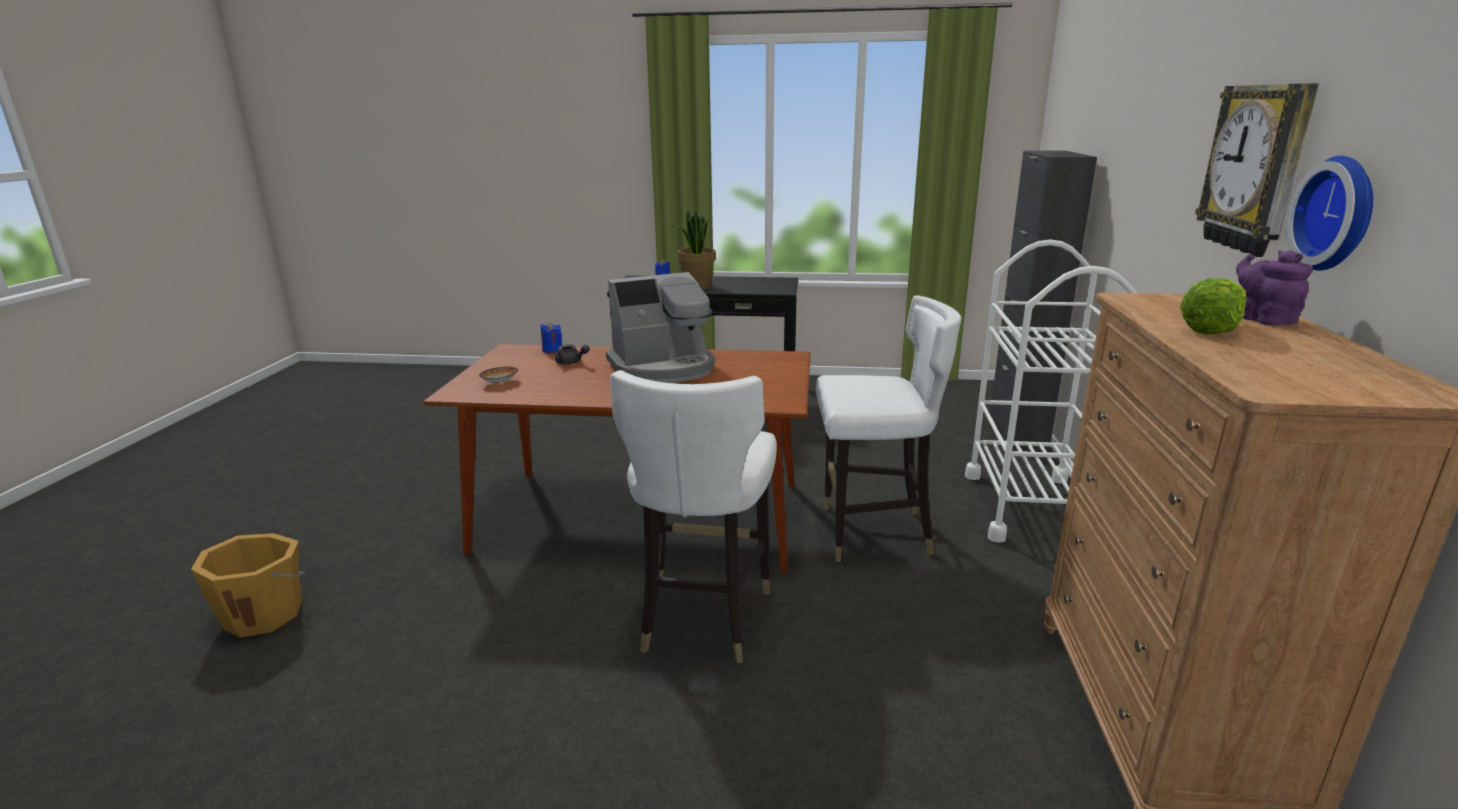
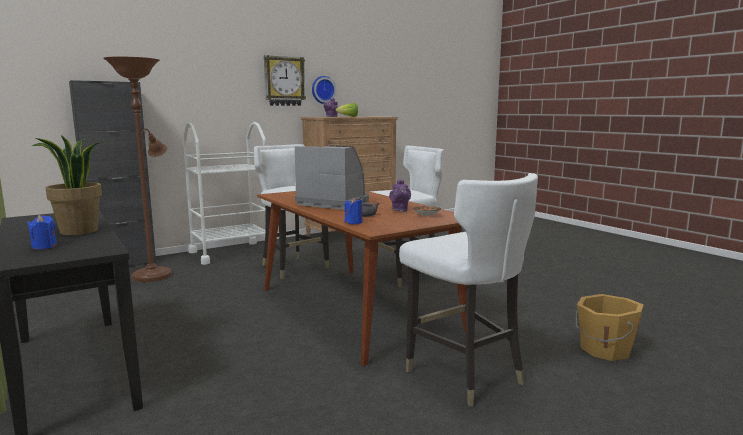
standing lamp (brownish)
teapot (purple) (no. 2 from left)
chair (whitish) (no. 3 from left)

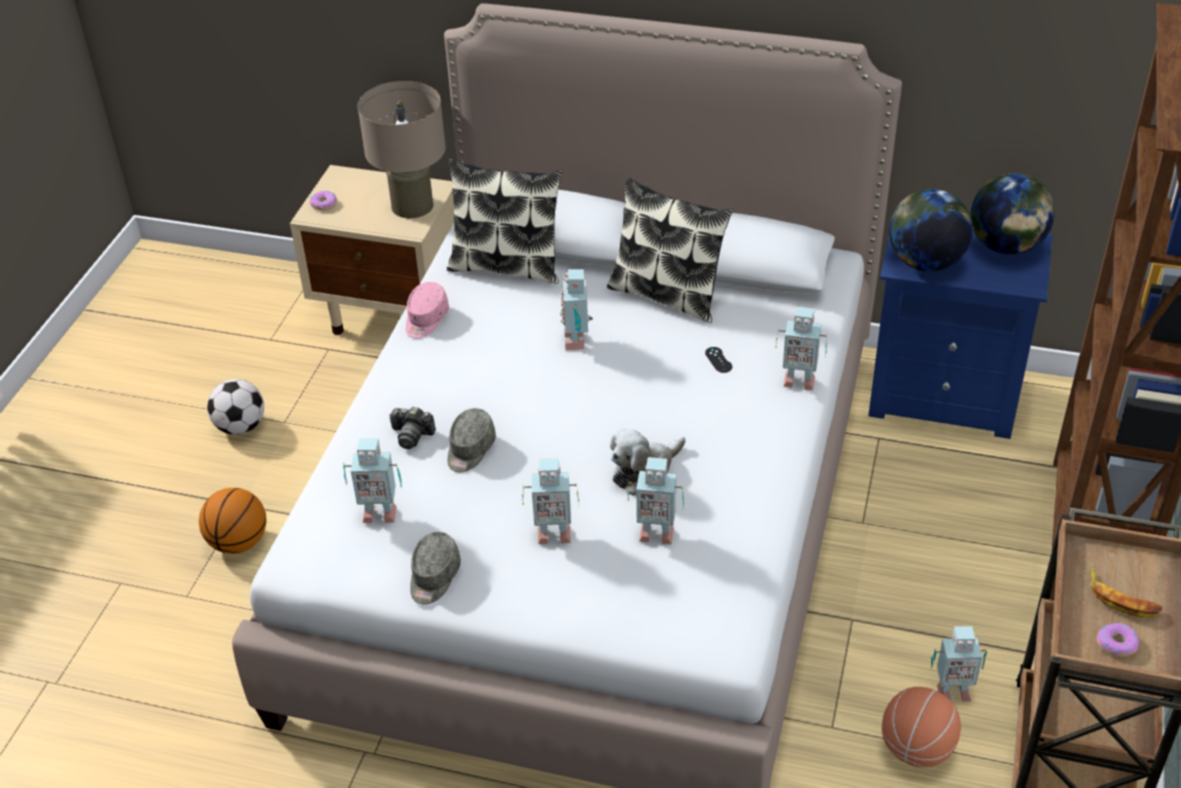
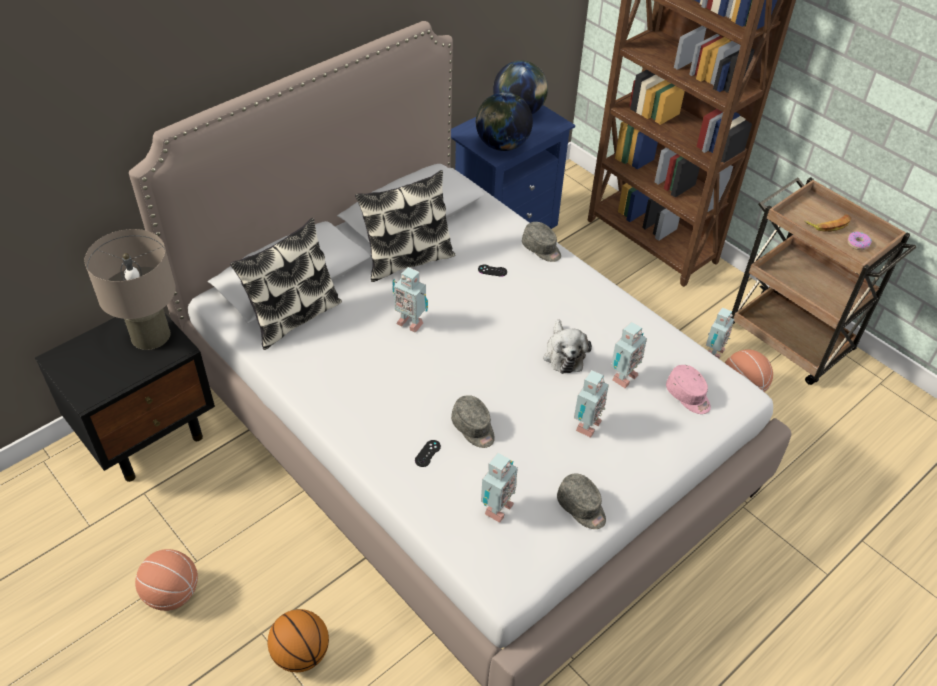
ring doughnut (no. 1 from left in the first image)
peaked cap (pinkish)
ball for basketball (no. 1 from left)
gamepad (blackish) (no. 1 from left)
peaked cap (greyish) (no. 2 from left)
night table (blackish)

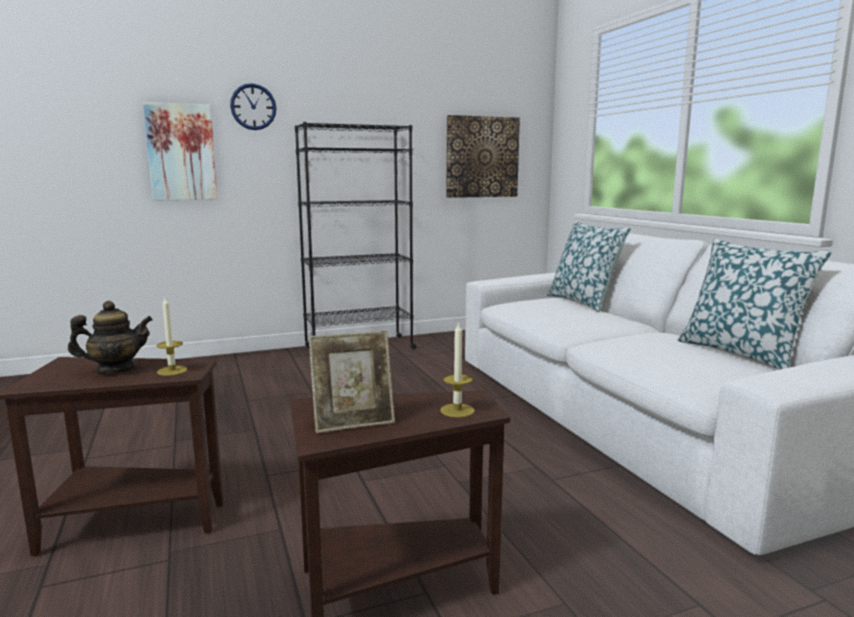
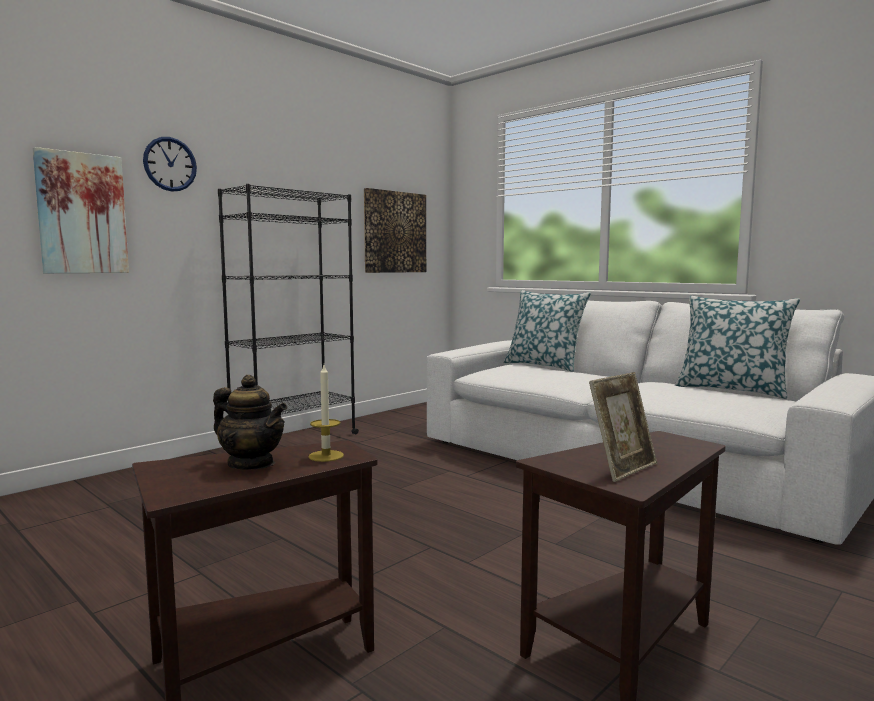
candle (no. 2 from left in the first image)
teapot

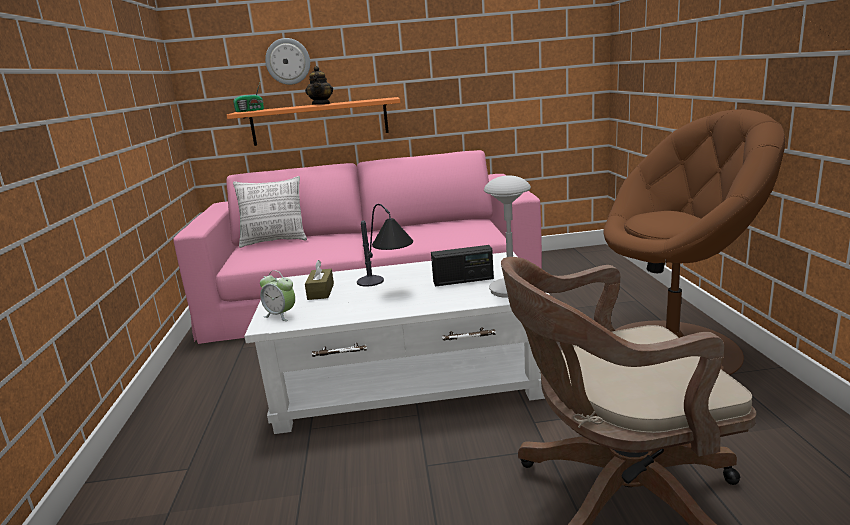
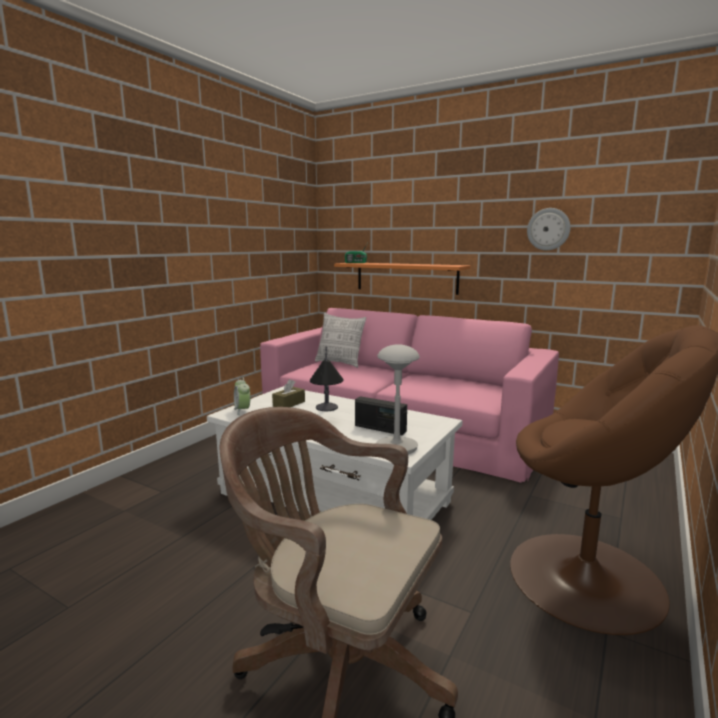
teapot
wall clock

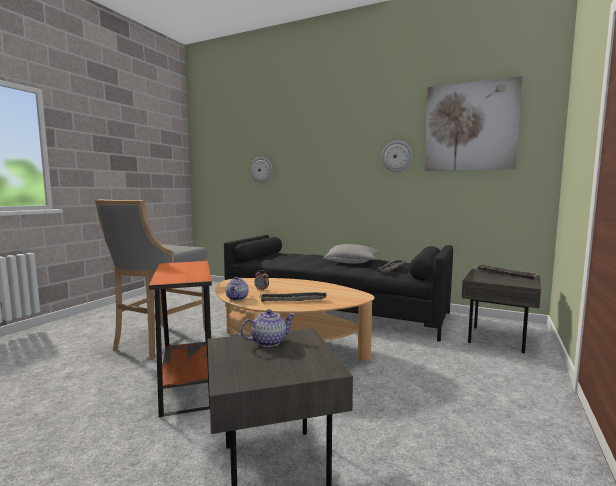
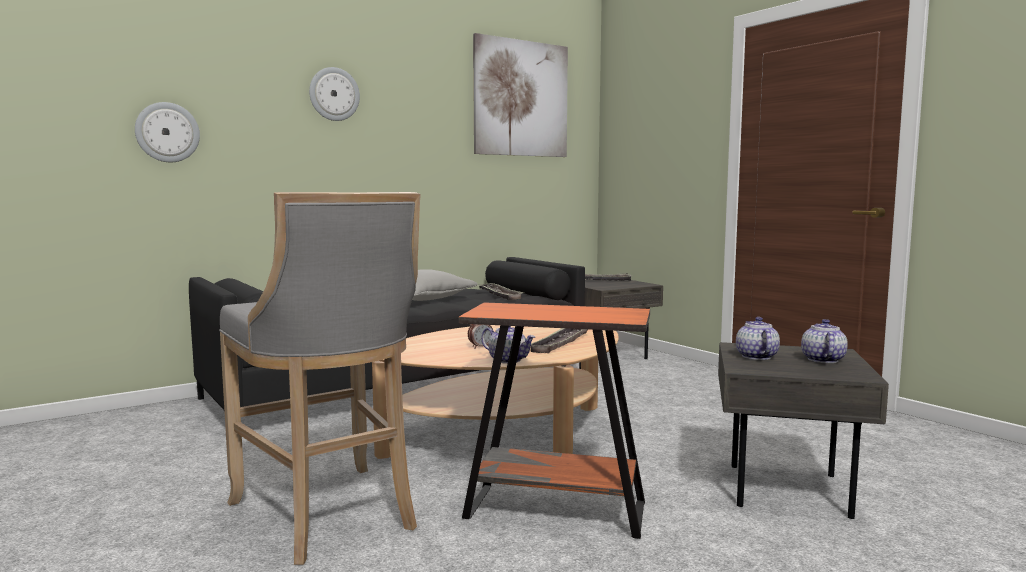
teapot (no. 3 from left)
wall clock (no. 2 from left)

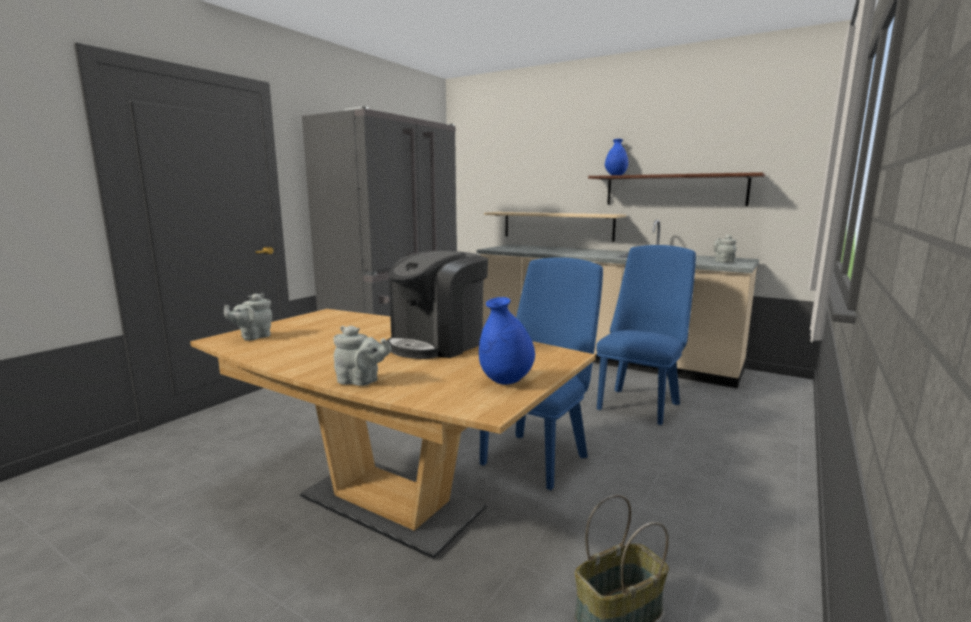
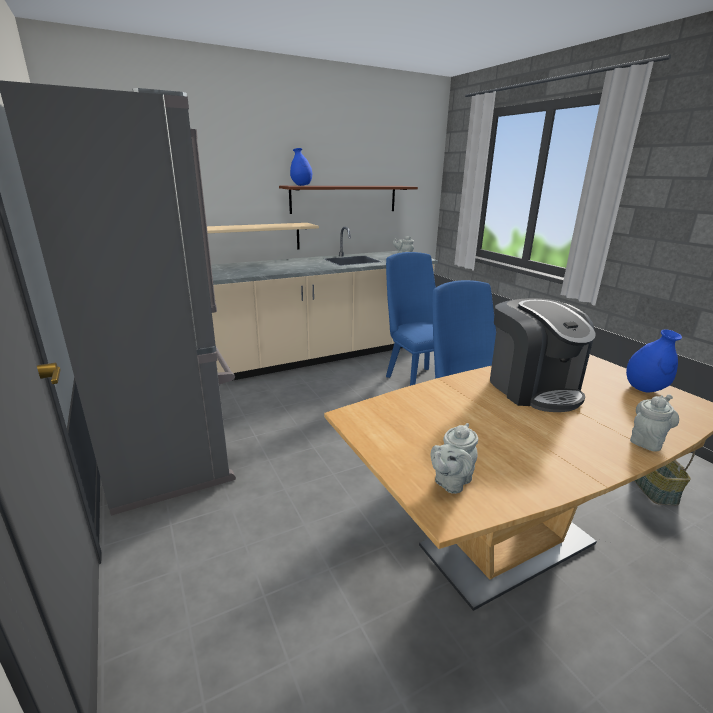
teapot (greyish) (no. 2 from left)

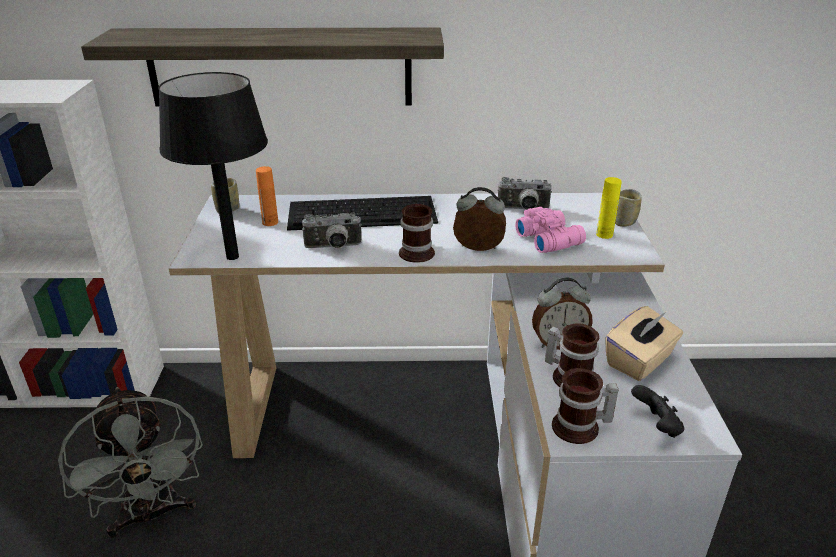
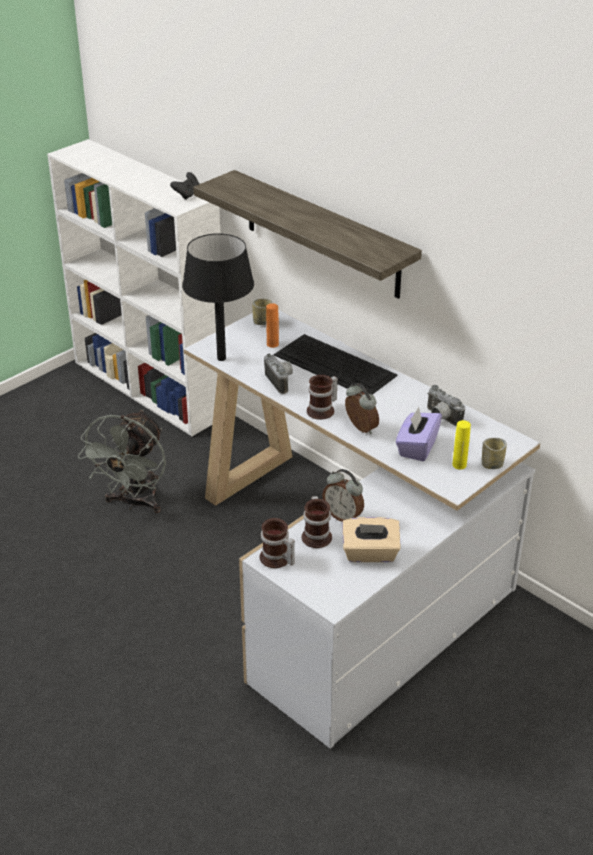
gamepad (blackish)
tissue holder (purple)
still camera (no. 1 from left)

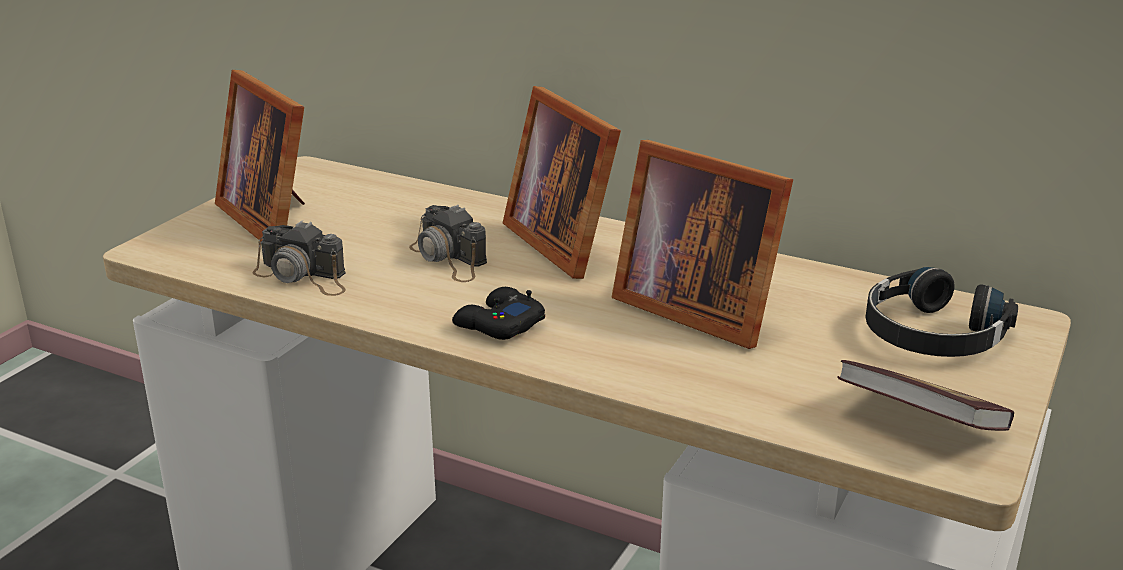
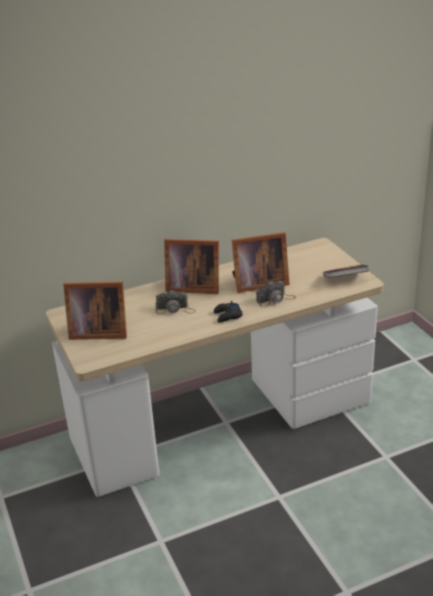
headphones (blackish)
still camera (no. 2 from left)

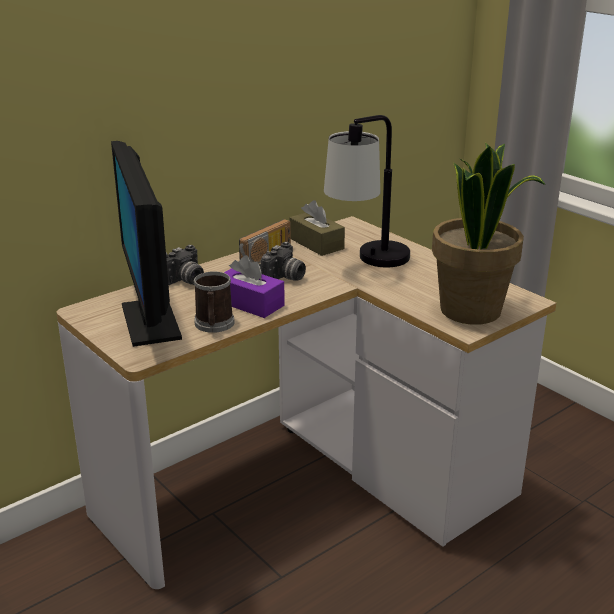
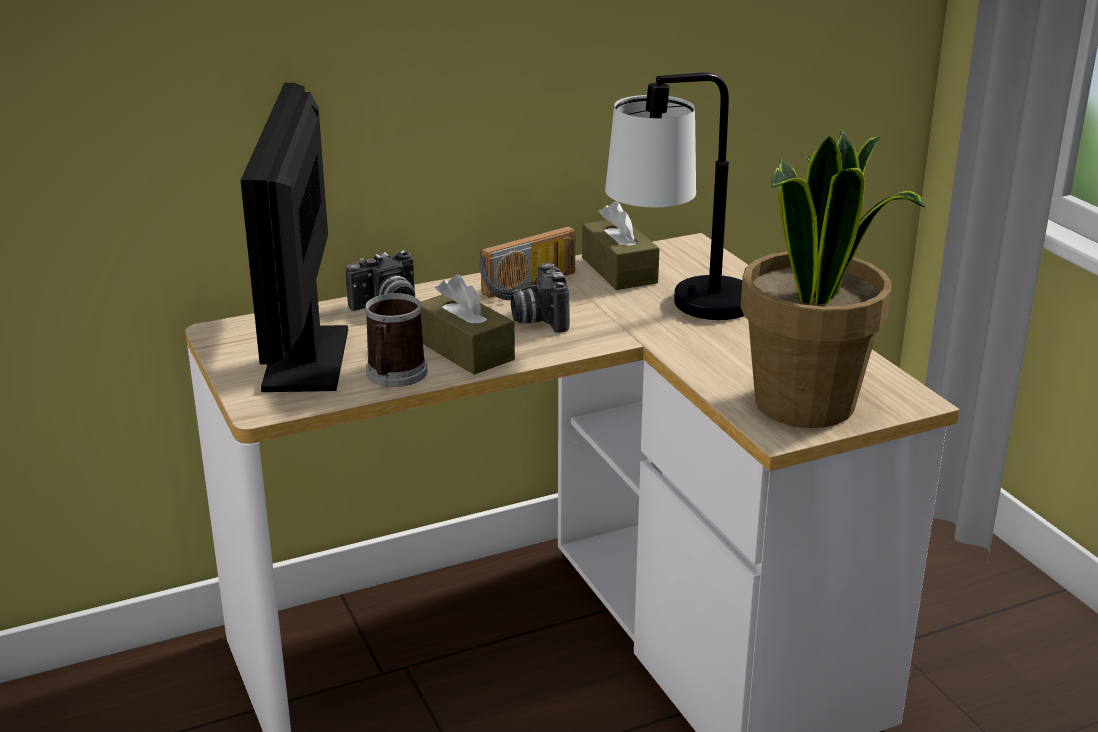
tissue holder (brownish) (no. 1 from left)
still camera (no. 2 from left)

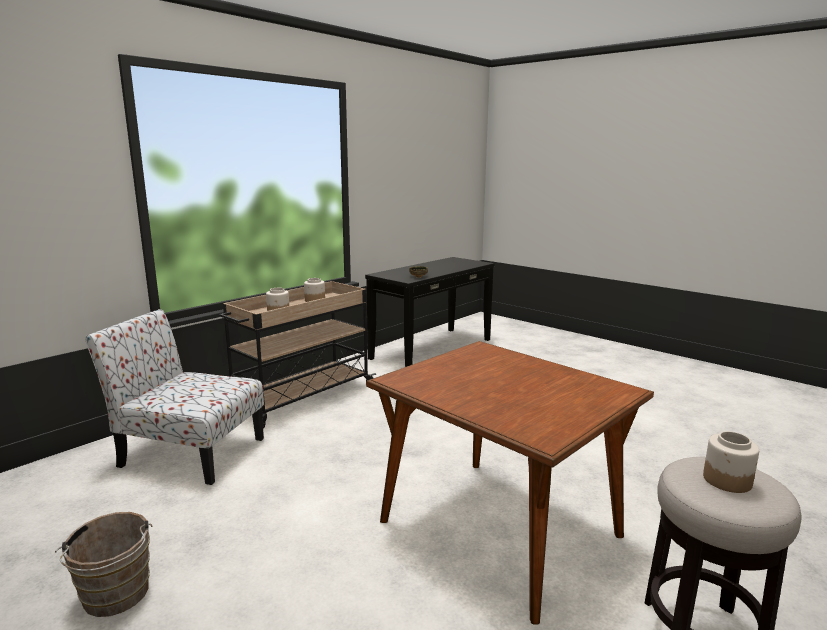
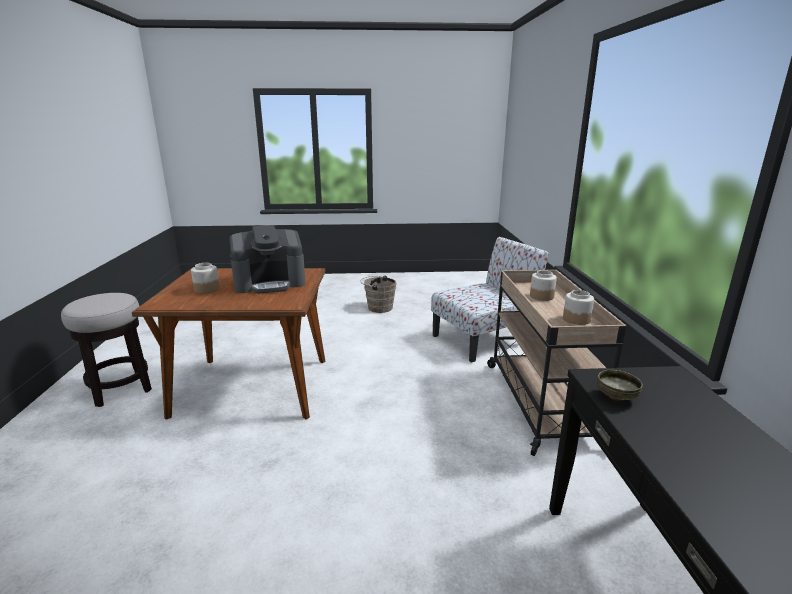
coffee brewer
jar (no. 1 from left)

